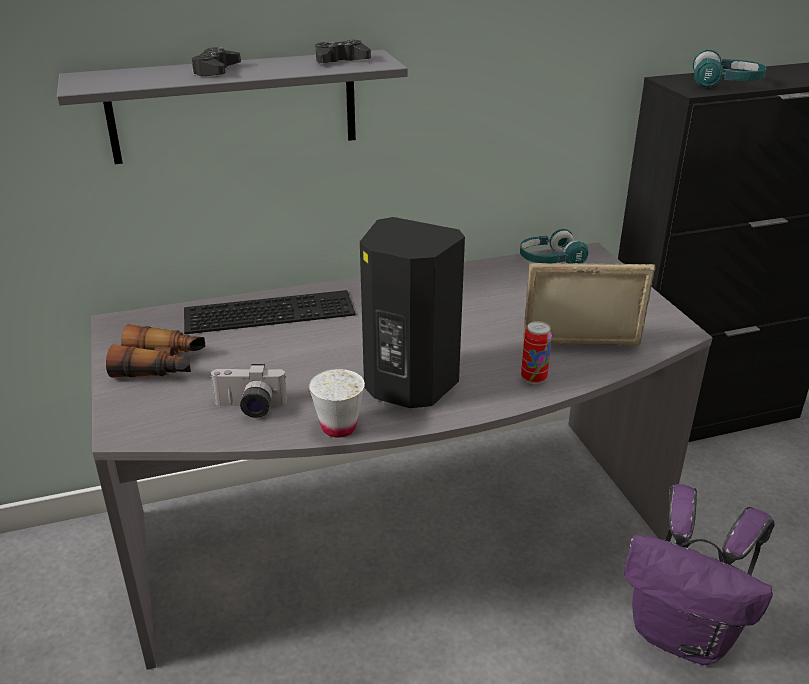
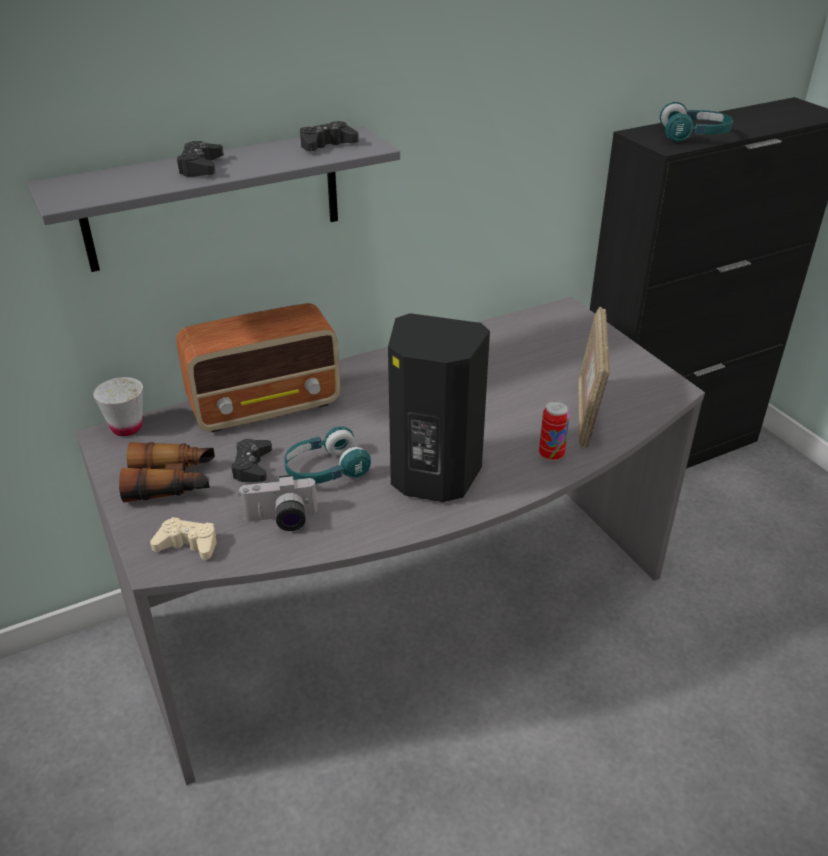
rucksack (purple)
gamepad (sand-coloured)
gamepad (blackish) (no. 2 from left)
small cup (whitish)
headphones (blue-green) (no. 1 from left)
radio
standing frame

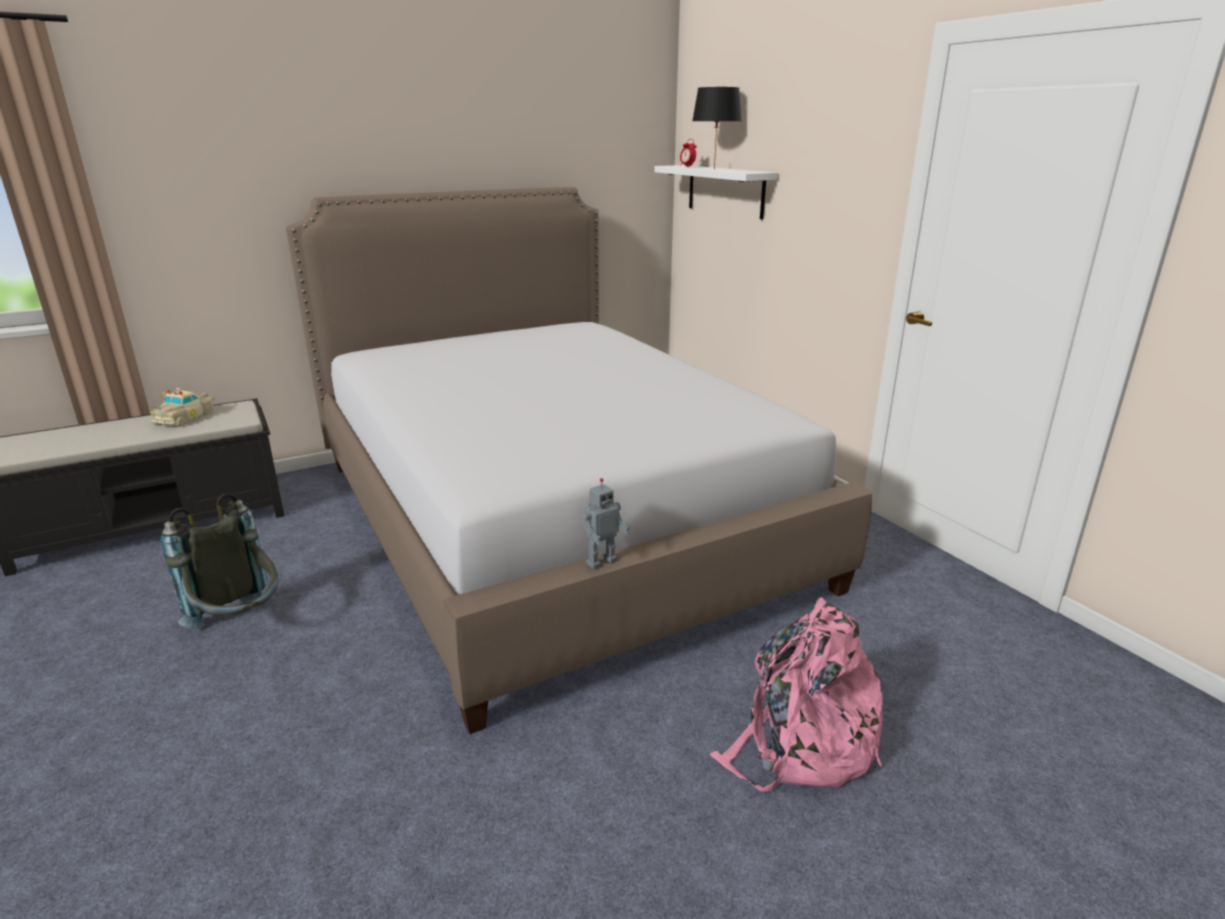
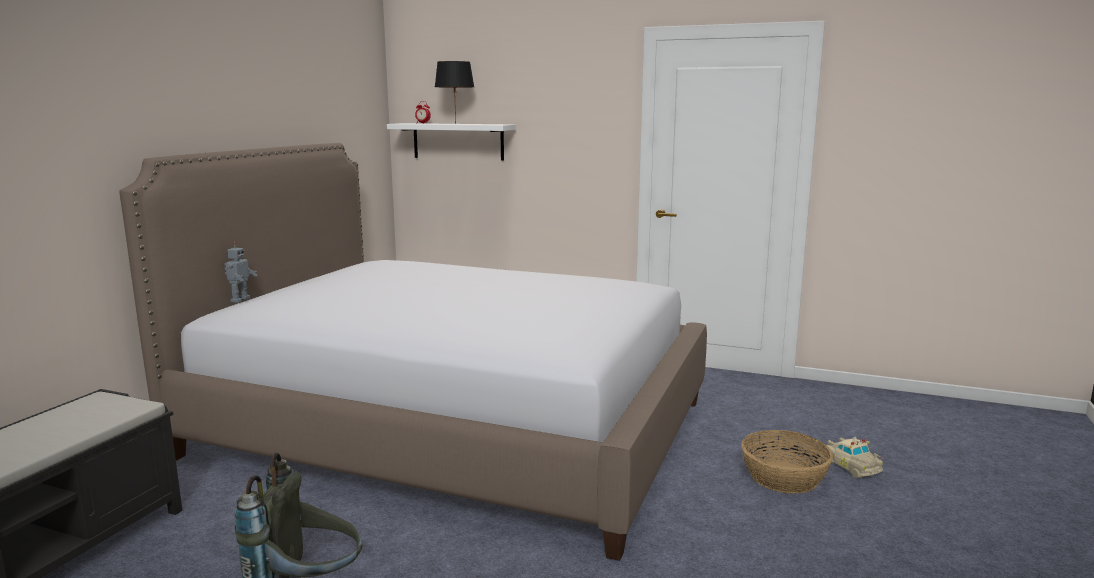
miniature car (sand-coloured)
robot figure
household basket

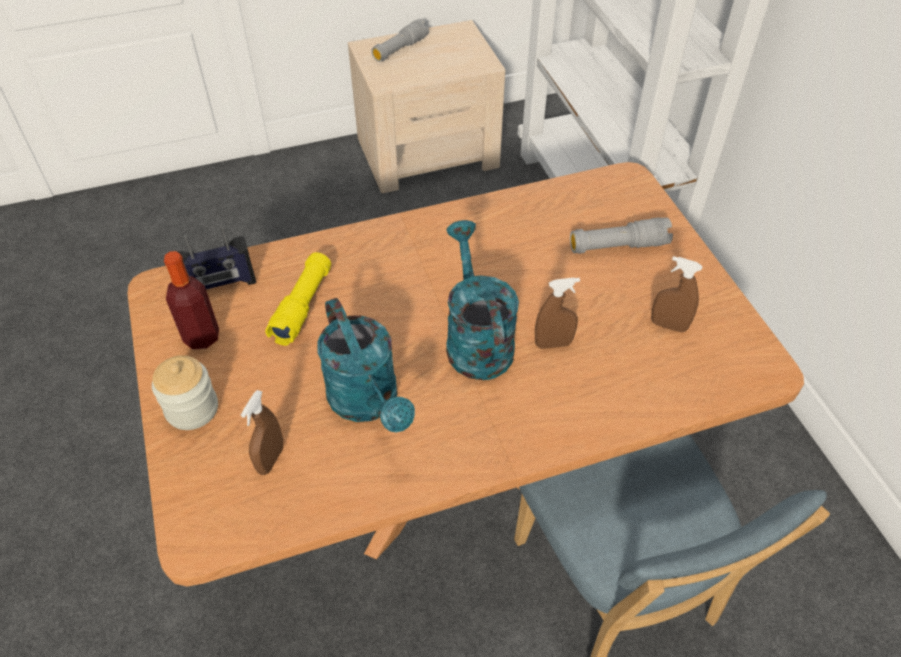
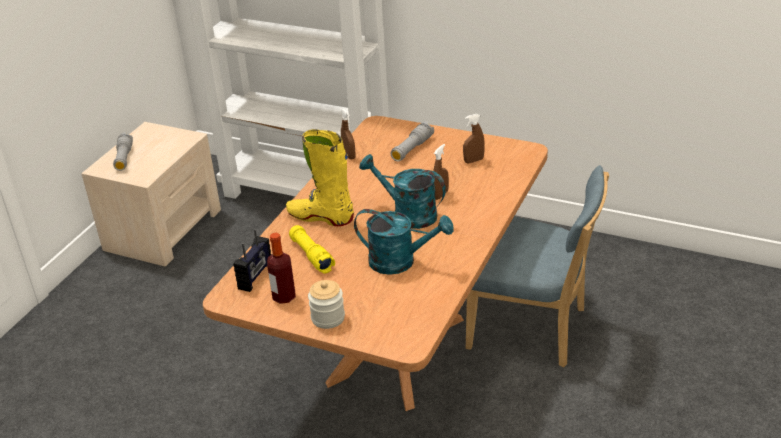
boot (yellow-coloured)
hand sprayer (brownish) (no. 1 from left)

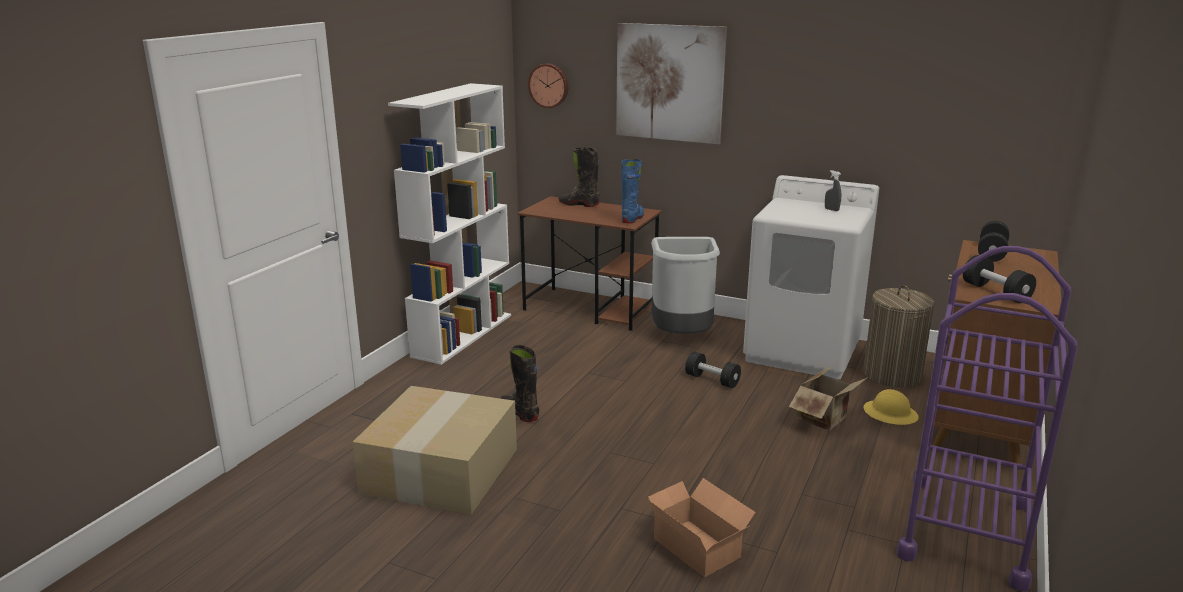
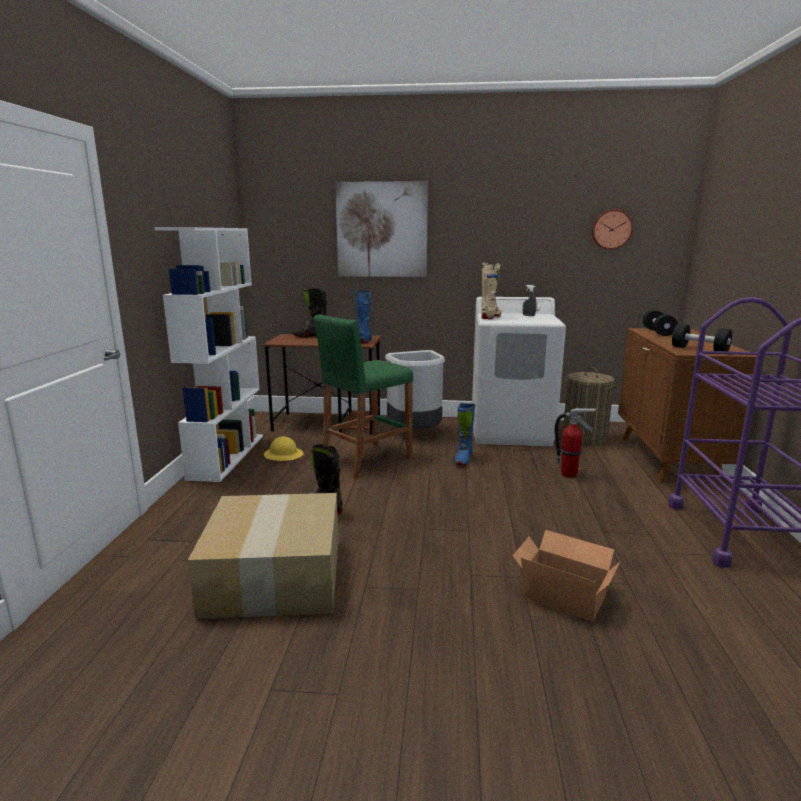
stool (green)
boot (sand-coloured)
wall clock
safety helmet (yellow-coloured)
boot (blue-coloured) (no. 2 from left)
extinguisher

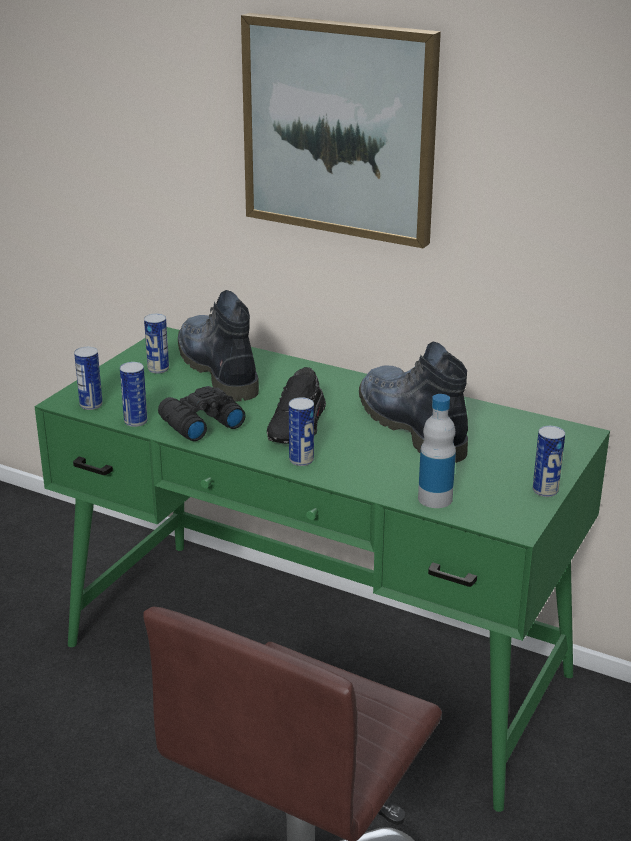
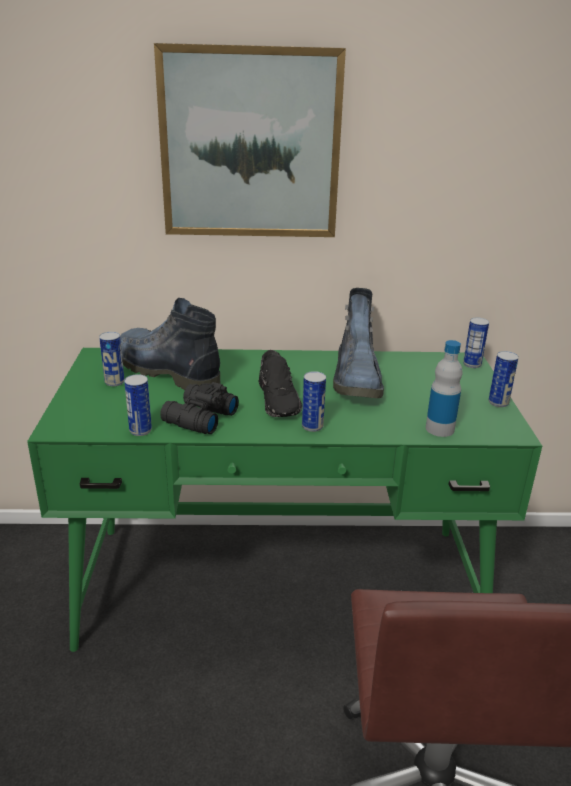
can (no. 4 from left)
boot (no. 2 from left)

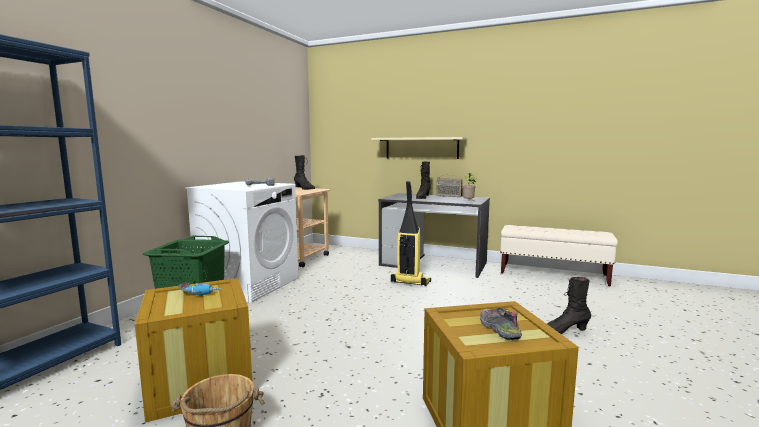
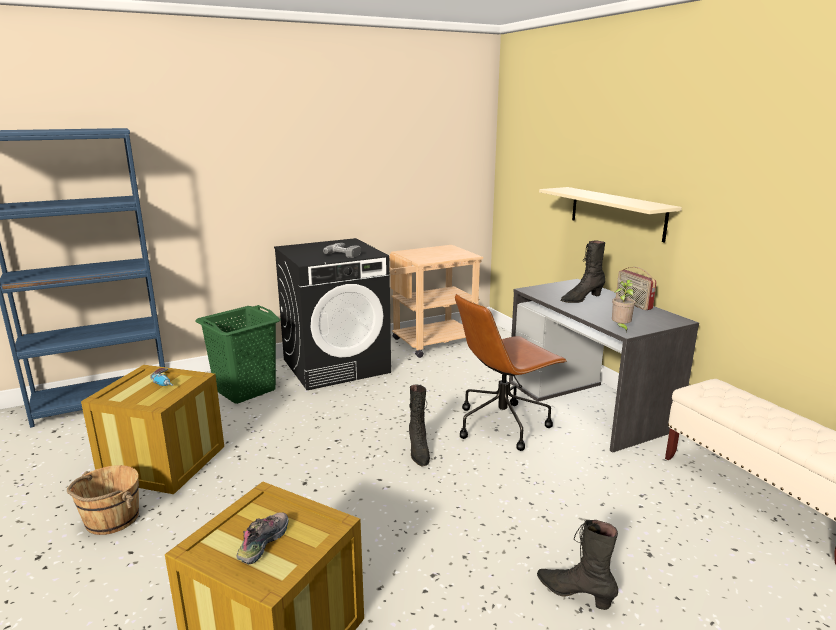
boot (blackish) (no. 1 from left)
office chair (brownish)
washing machine (blackish)

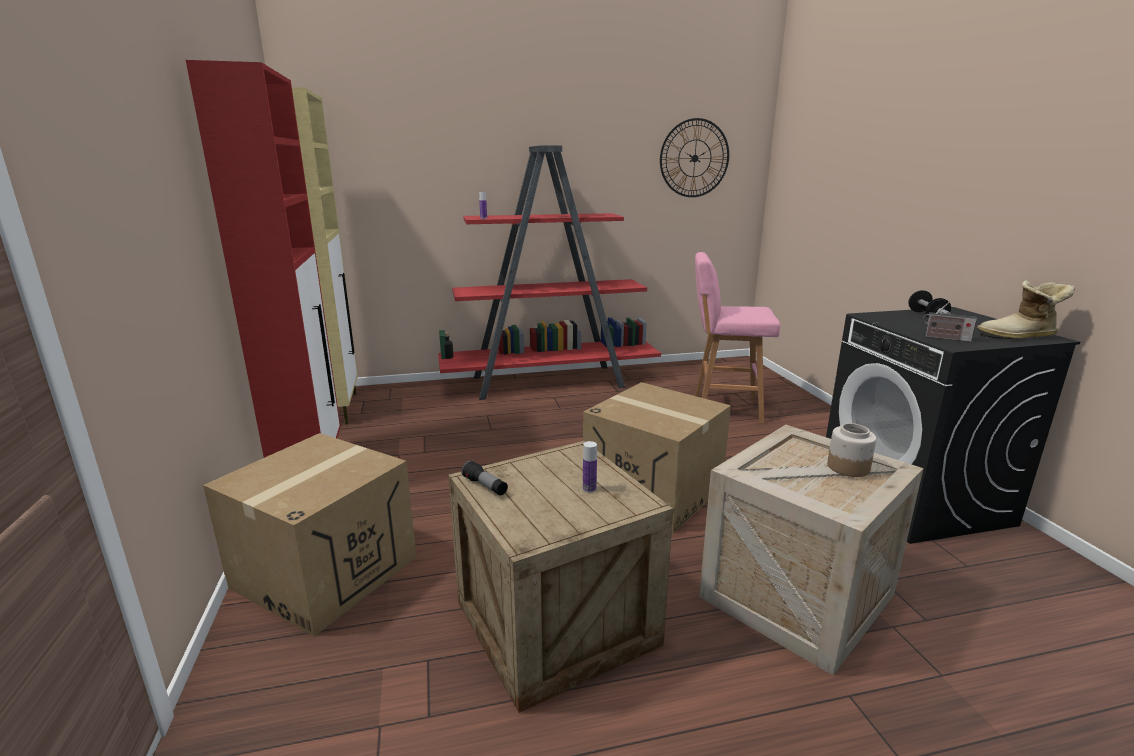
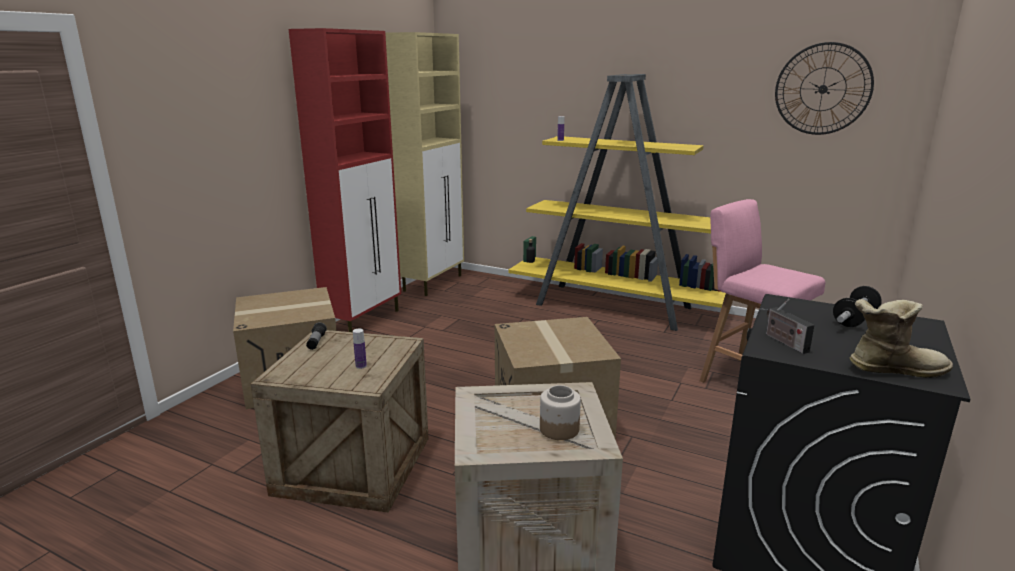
bookshelf (yellow-coloured)
boot

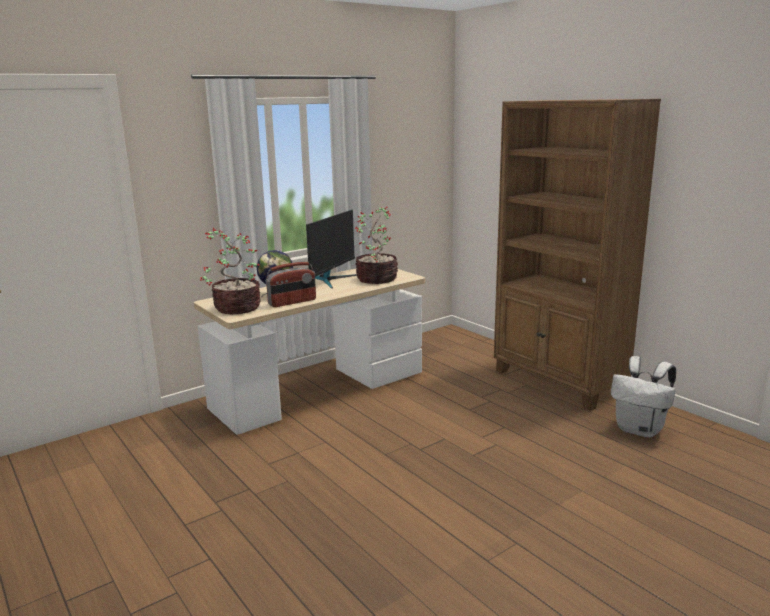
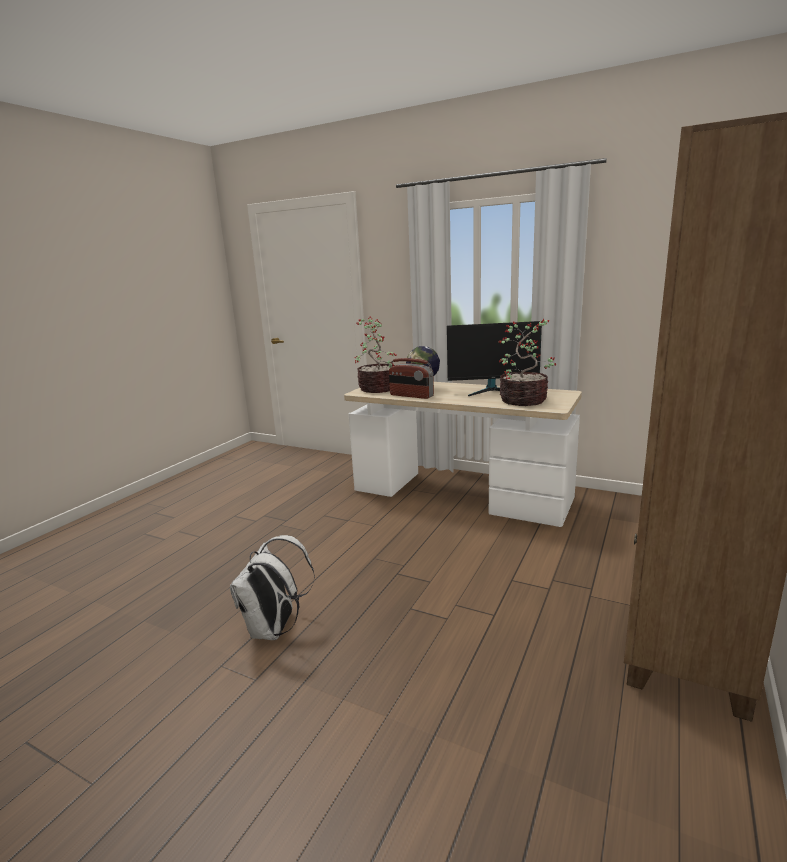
rucksack (whitish)

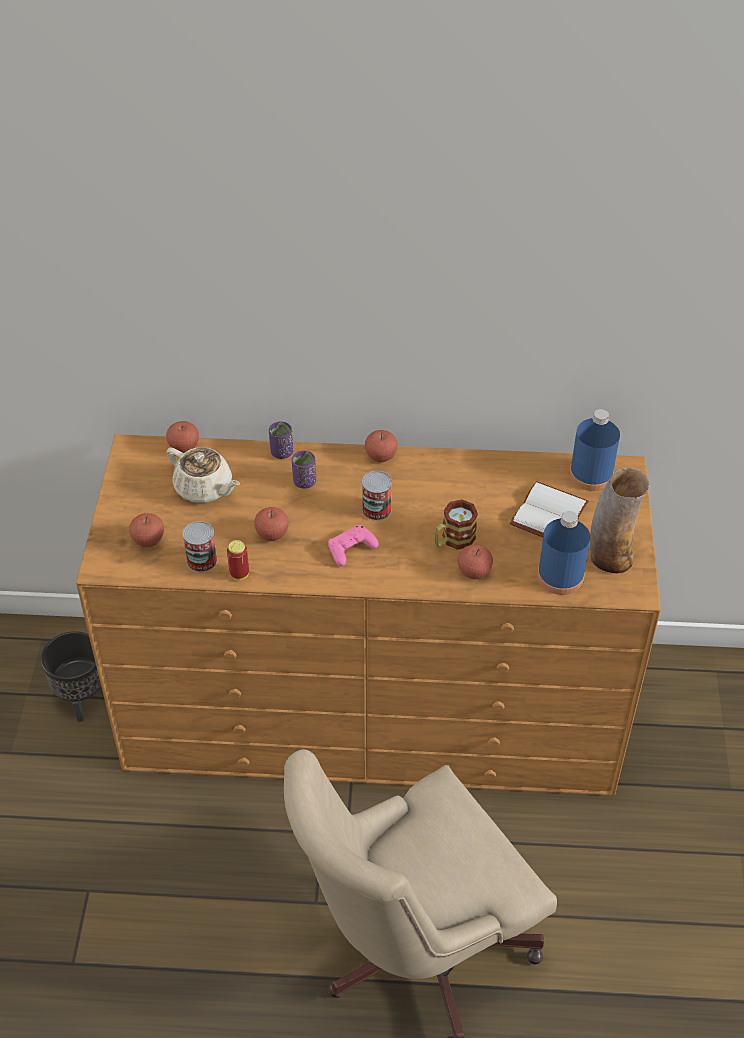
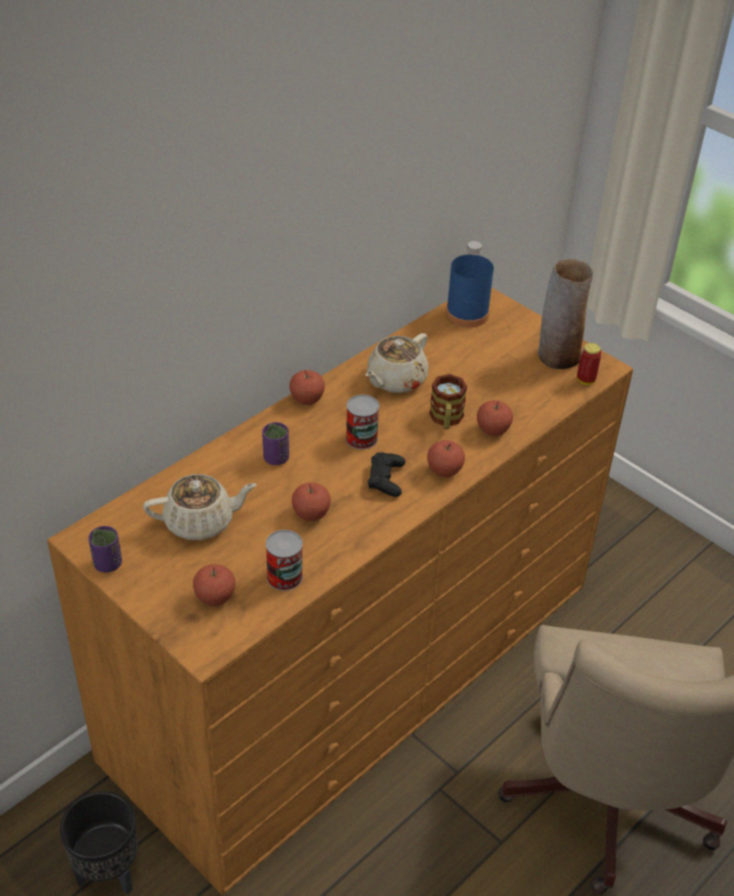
bound book (whitish)
beverage bottle (blue-coloured) (no. 1 from left in the first image)
teapot (sand-coloured) (no. 2 from left)
apple (no. 4 from left)
can (no. 3 from left)
small cup (purple) (no. 1 from left)
gamepad (blackish)

